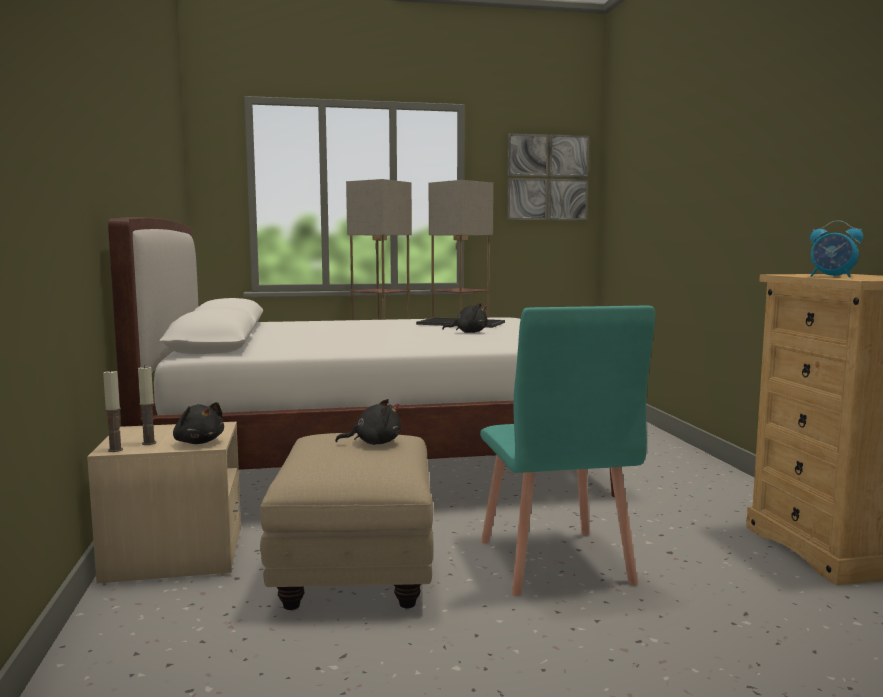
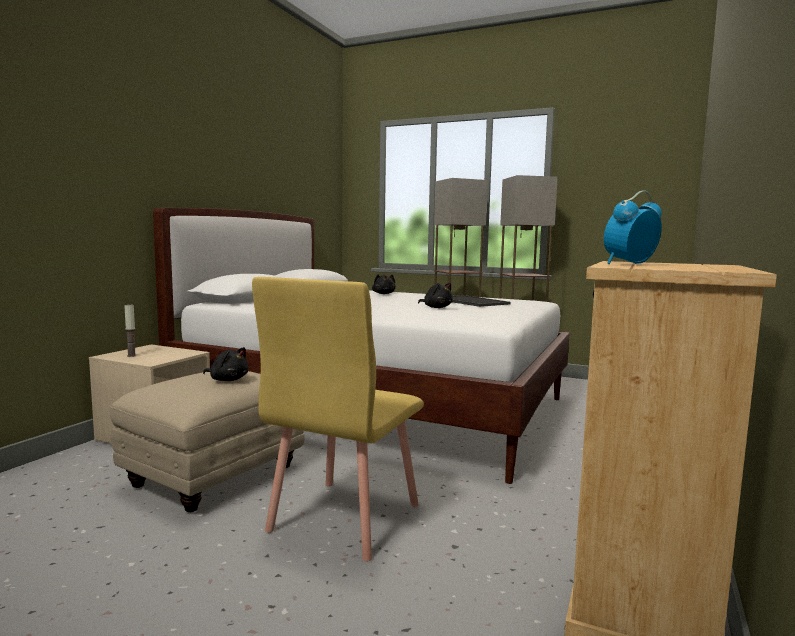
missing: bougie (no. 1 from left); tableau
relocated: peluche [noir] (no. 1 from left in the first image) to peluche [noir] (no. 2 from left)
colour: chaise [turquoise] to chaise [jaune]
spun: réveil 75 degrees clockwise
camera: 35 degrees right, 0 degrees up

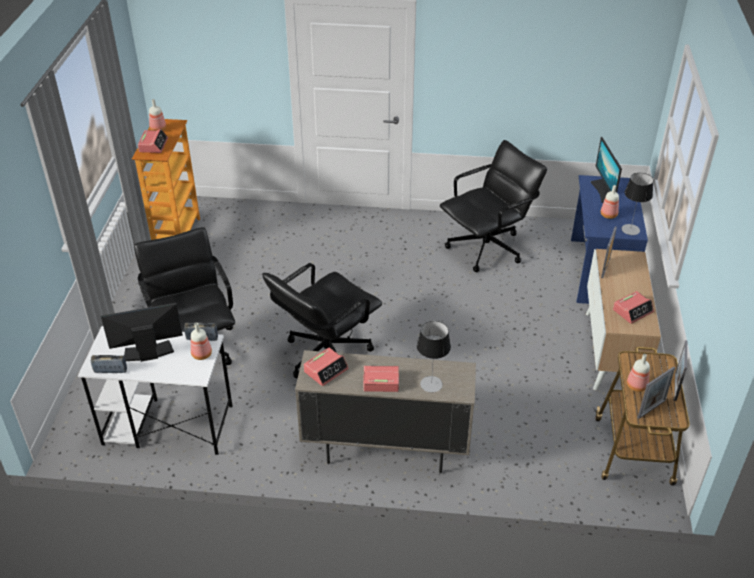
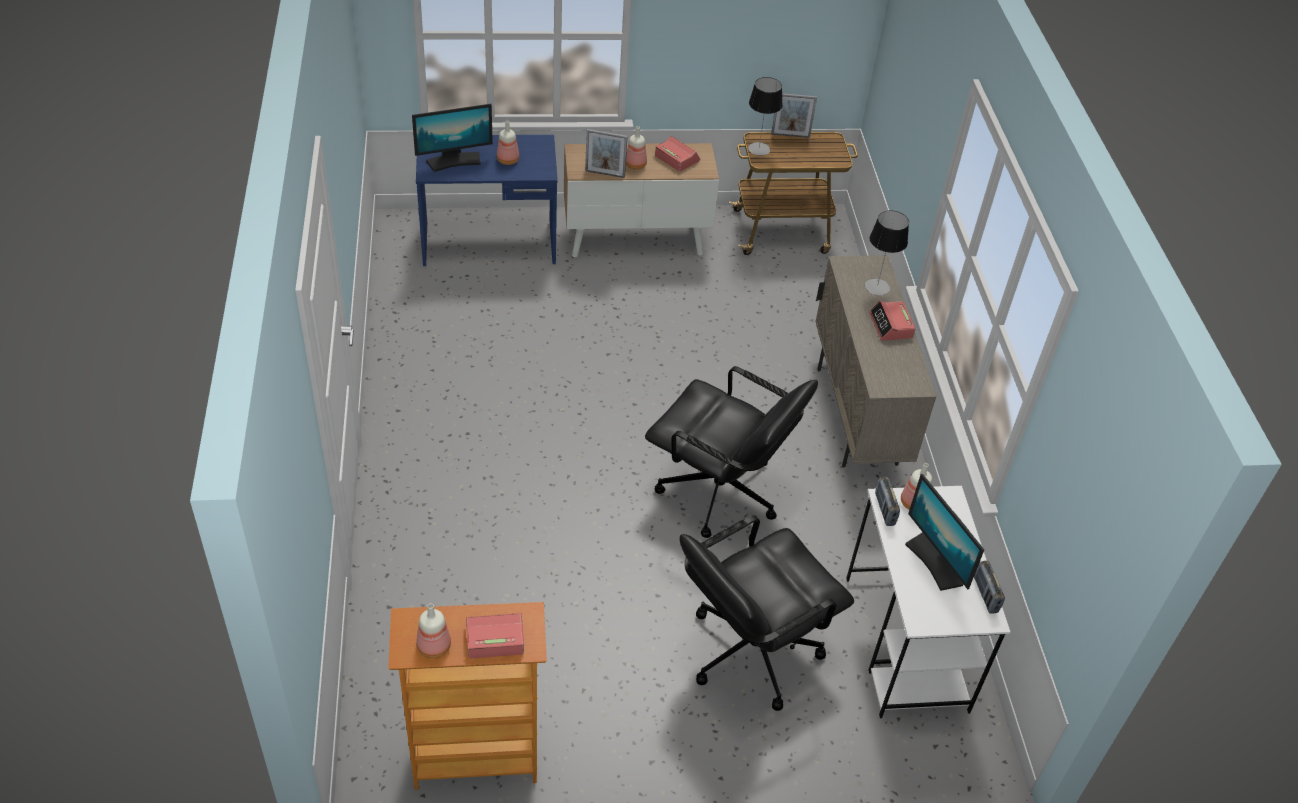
missing: réveil (no. 2 from left); chaise de bureau [noir] (no. 3 from left); cadre photo (no. 2 from left)
relocated: bouteille (no. 4 from left in the first image) to bouteille (no. 3 from left); lampe de table (no. 2 from left in the first image) to lampe de table (no. 1 from left)
camera: 105 degrees left, 5 degrees up

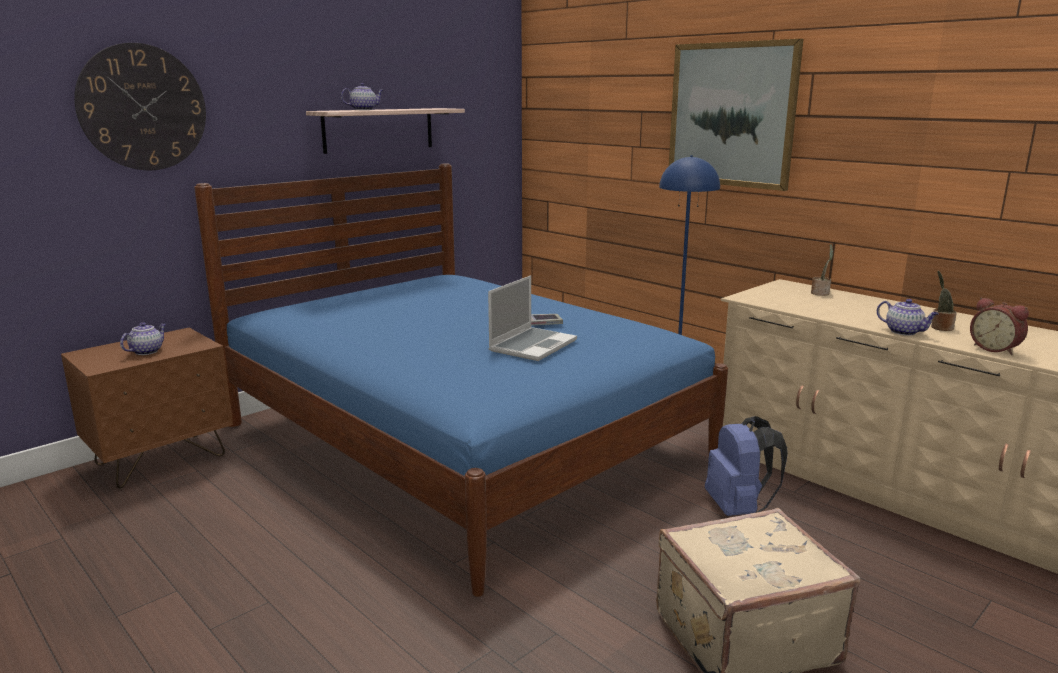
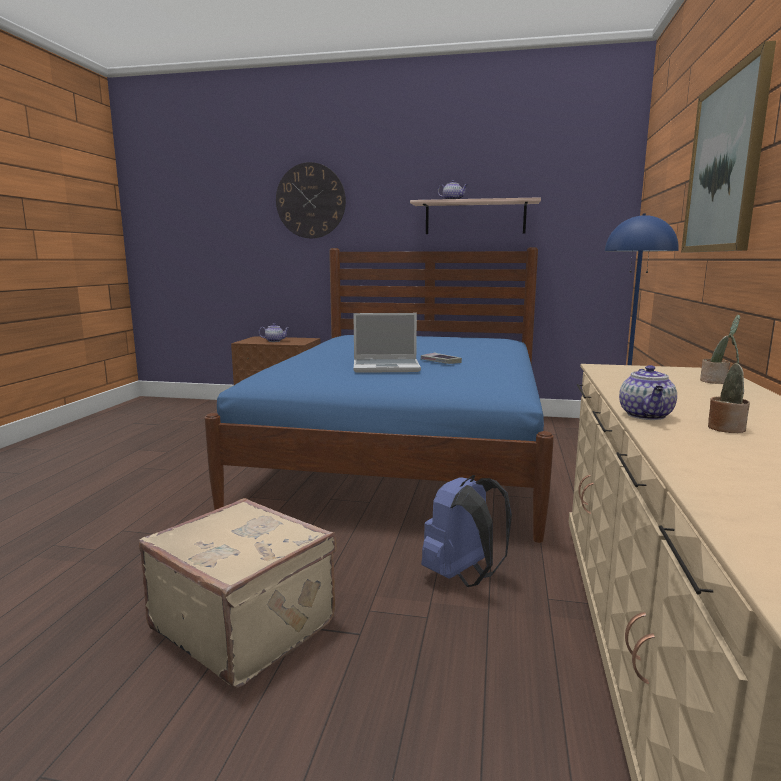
missing: réveil
camera: 55 degrees right, 5 degrees down

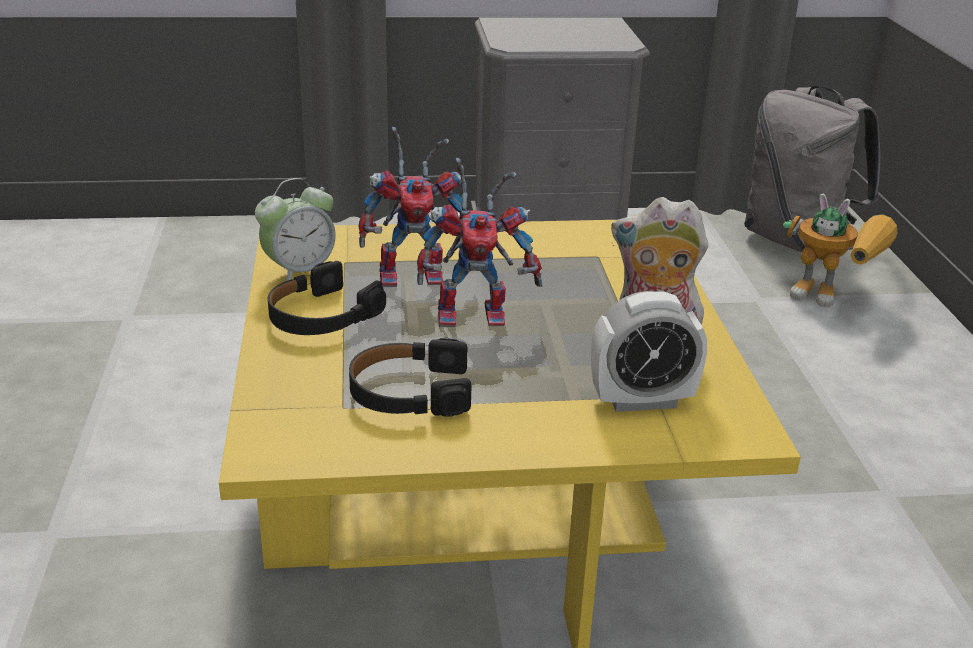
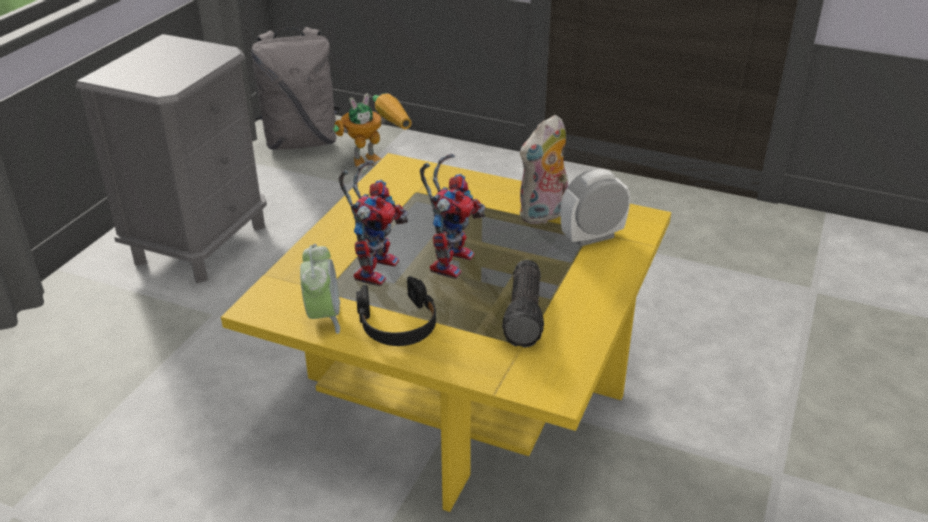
exchanged: casque audio [noir] (no. 2 from left) to lampe de poche
spun: réveil (no. 2 from left) 135 degrees counterclockwise
camera: 60 degrees left, 5 degrees up

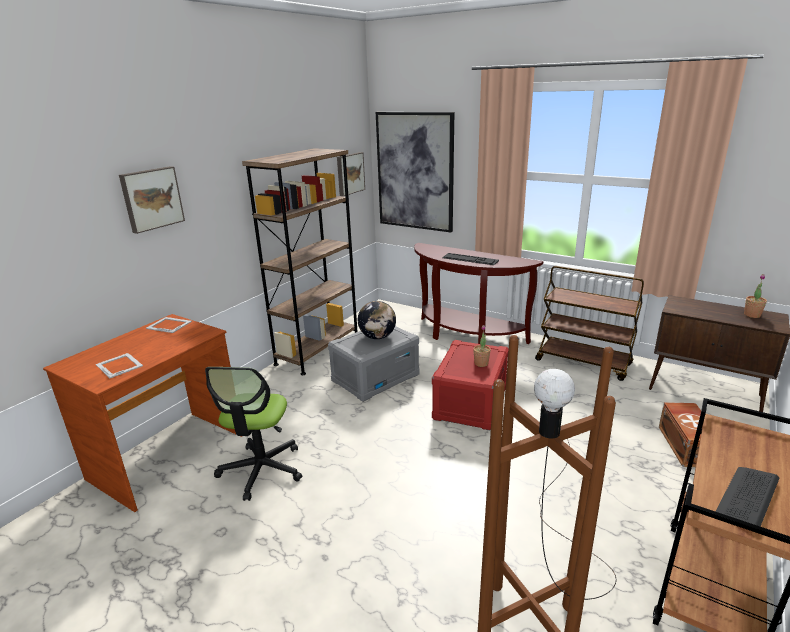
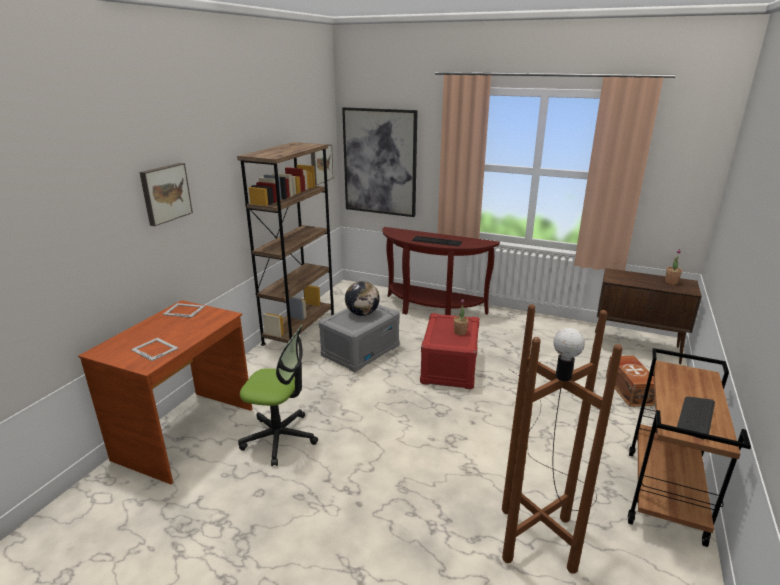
missing: chariot [marron] (no. 1 from left)
spun: chaise de bureau 75 degrees counterclockwise
camera: 10 degrees left, 0 degrees up

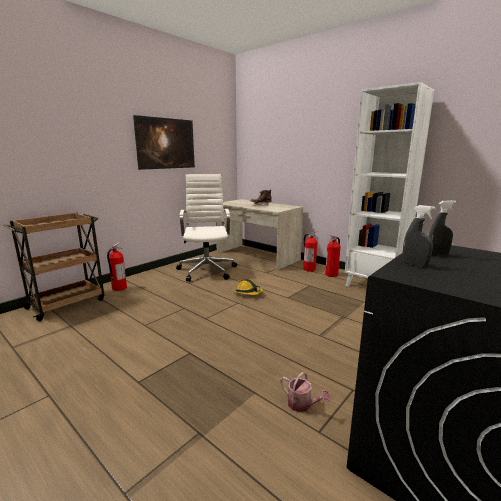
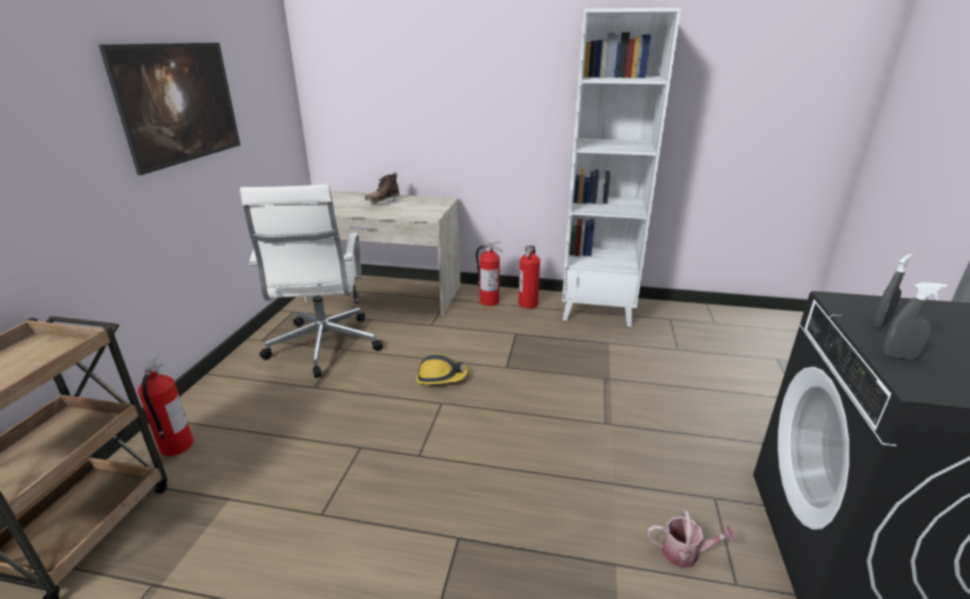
spun: chaise de bureau [blanc] 150 degrees counterclockwise
camera: 30 degrees left, 10 degrees up

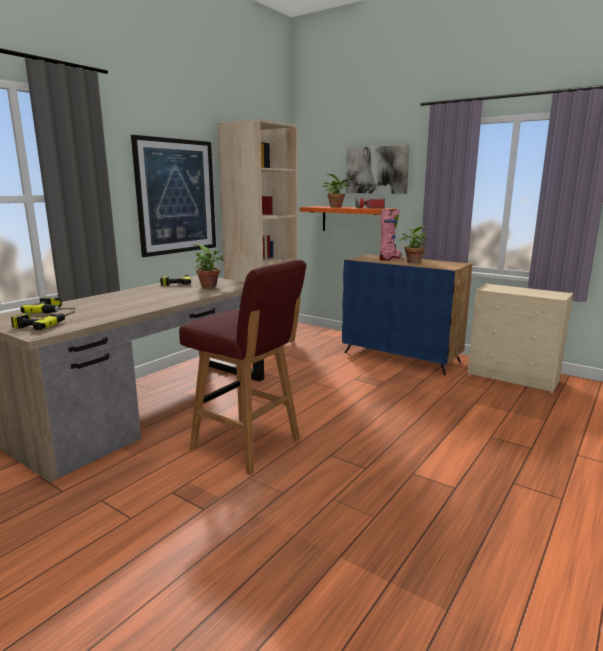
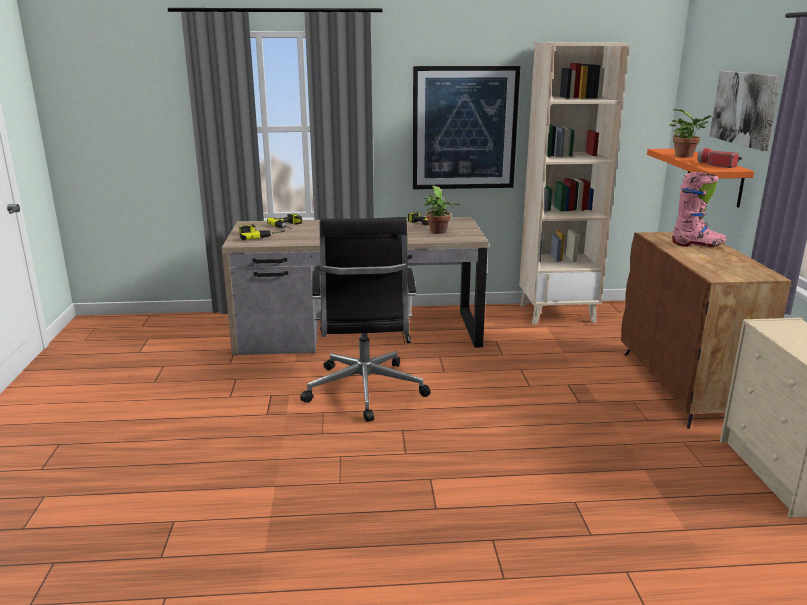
missing: plante en pot (no. 3 from left)
exchanged: tabouret [rouge] to chaise de bureau [noir]
colour: meuble de rangement [bleu] to meuble de rangement [marron]
camera: 50 degrees right, 5 degrees up

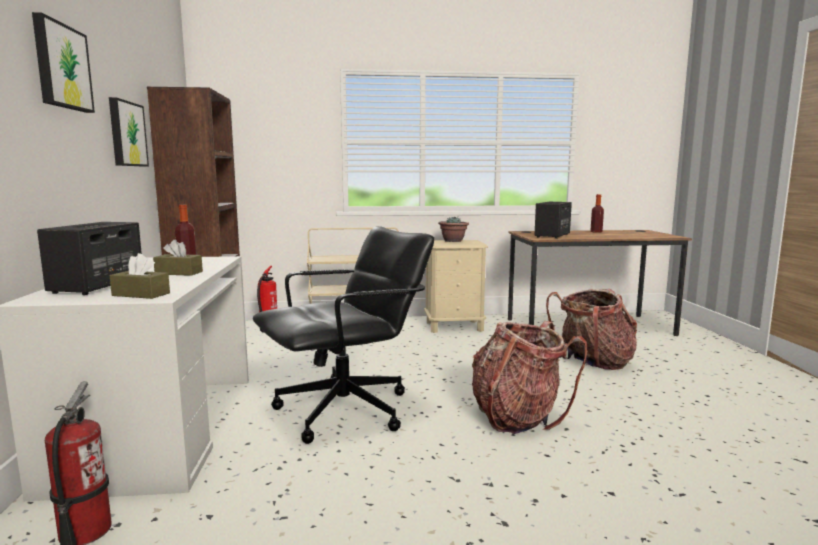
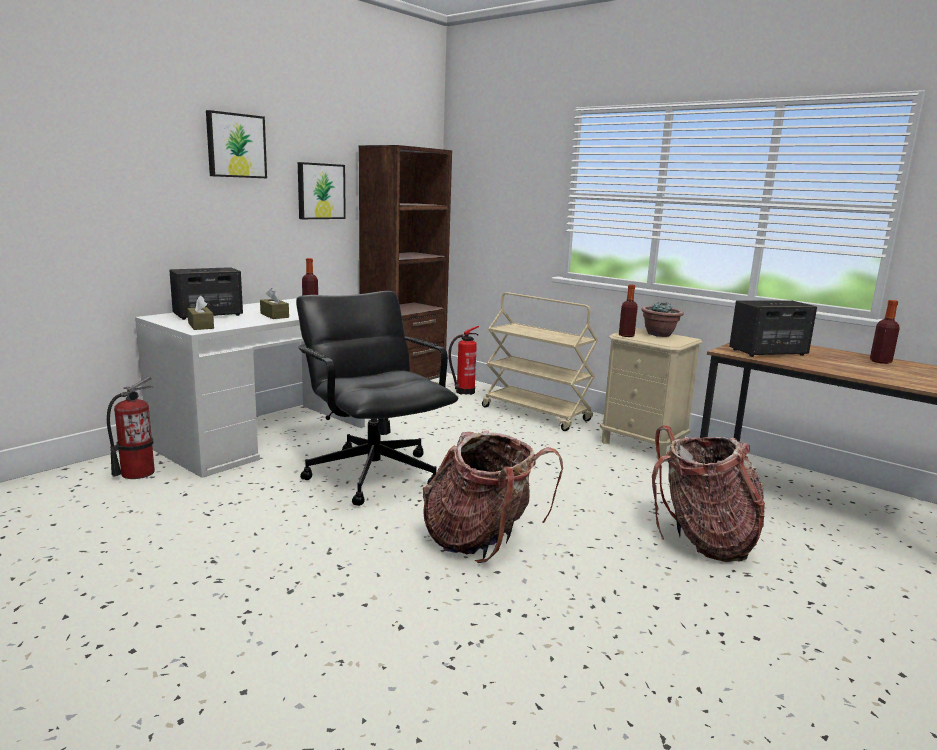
appeared: bouteille (no. 2 from left)
spun: chaise de bureau [noir] 135 degrees counterclockwise
camera: 45 degrees right, 5 degrees up

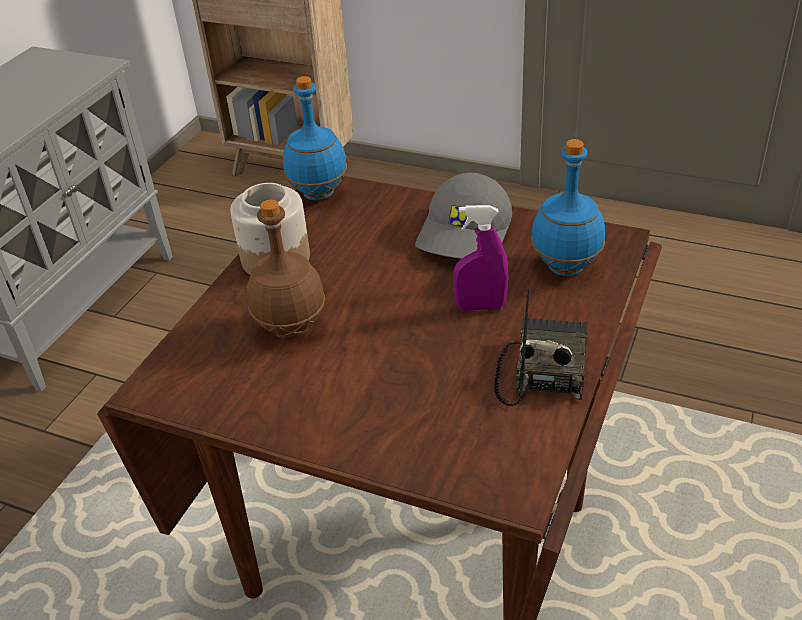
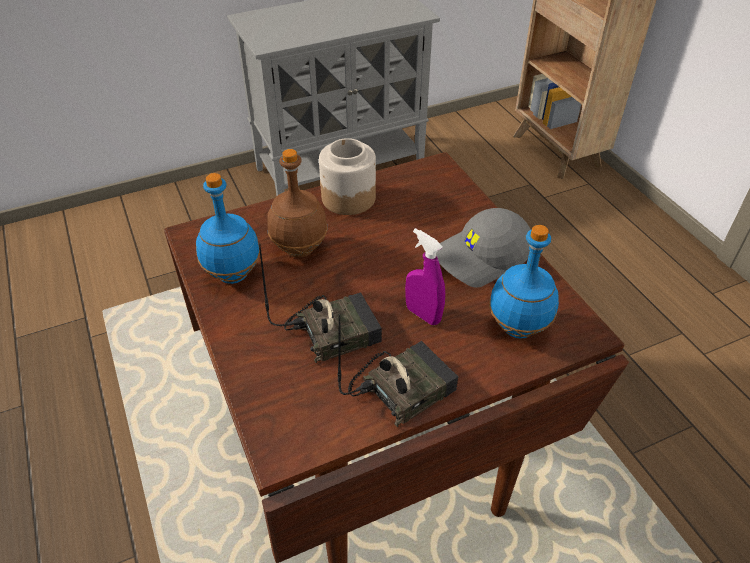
appeared: radio (no. 1 from left)
relocated: bouteille [bleu] (no. 1 from left)
camera: 40 degrees right, 5 degrees up

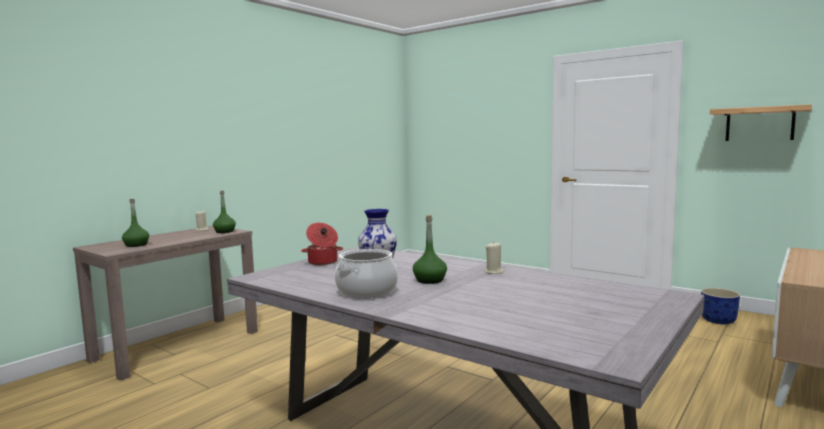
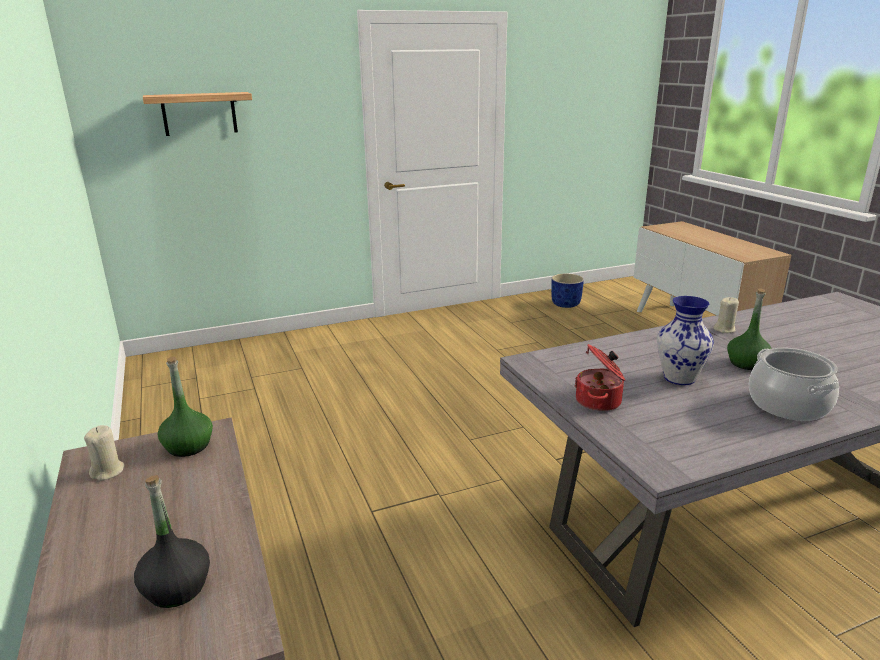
relocated: étagère
colour: bouteille [vert] (no. 1 from left) to bouteille [noir]
camera: 60 degrees left, 15 degrees up

